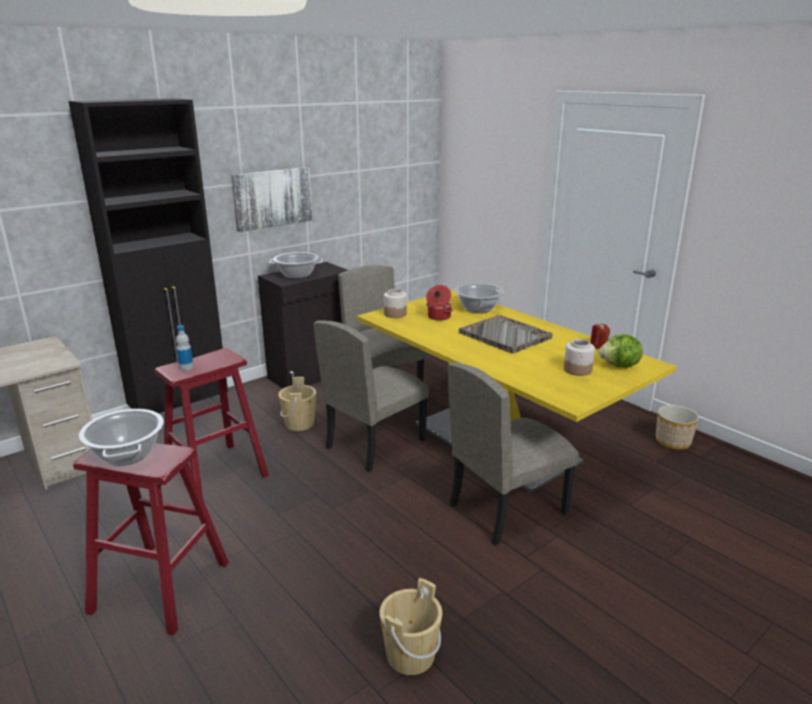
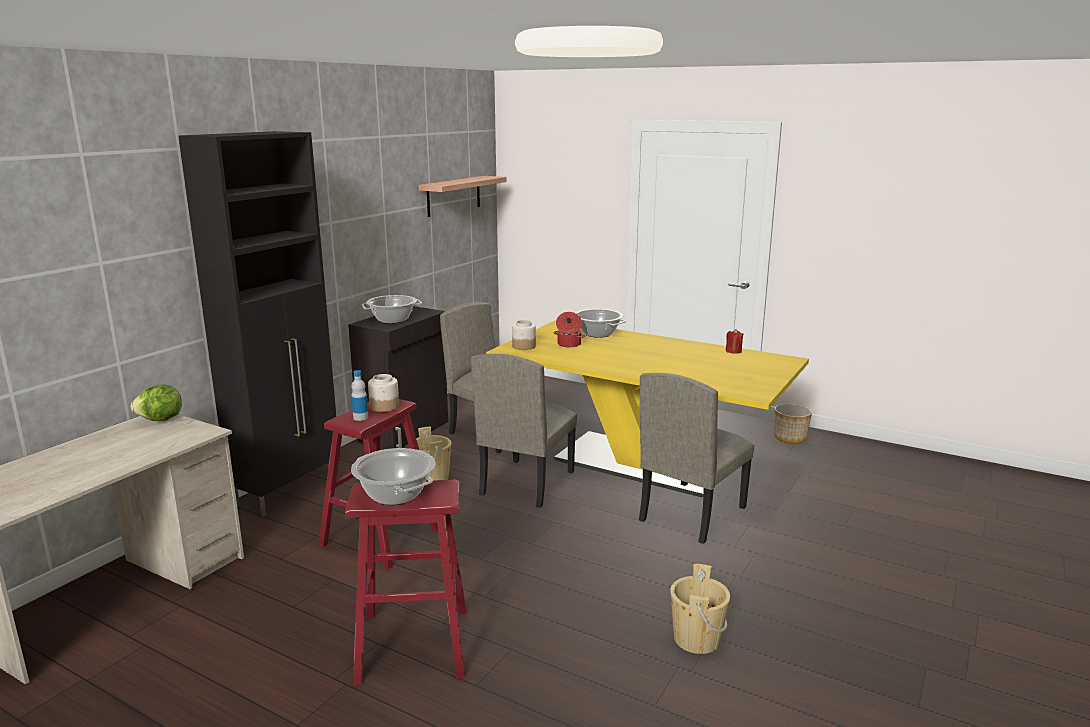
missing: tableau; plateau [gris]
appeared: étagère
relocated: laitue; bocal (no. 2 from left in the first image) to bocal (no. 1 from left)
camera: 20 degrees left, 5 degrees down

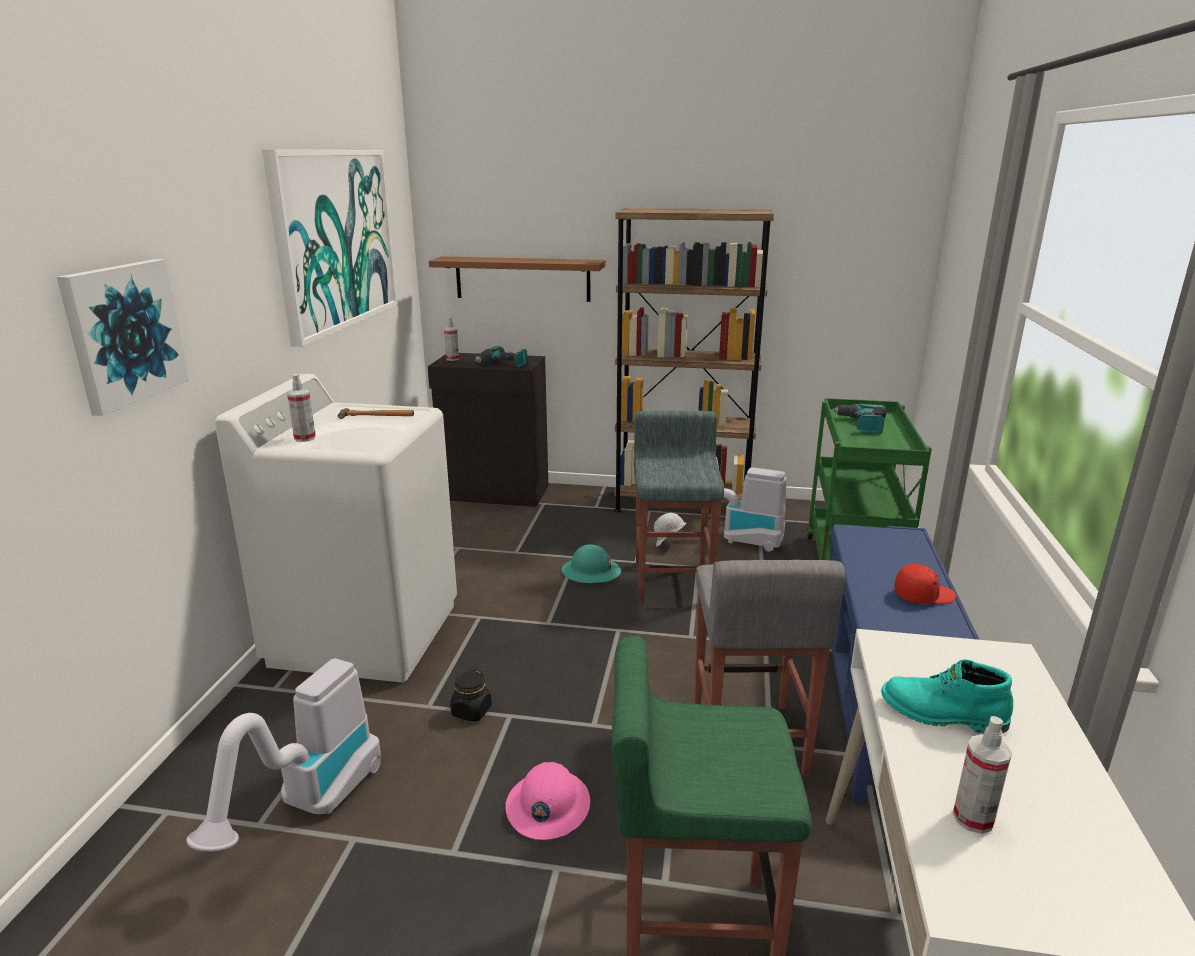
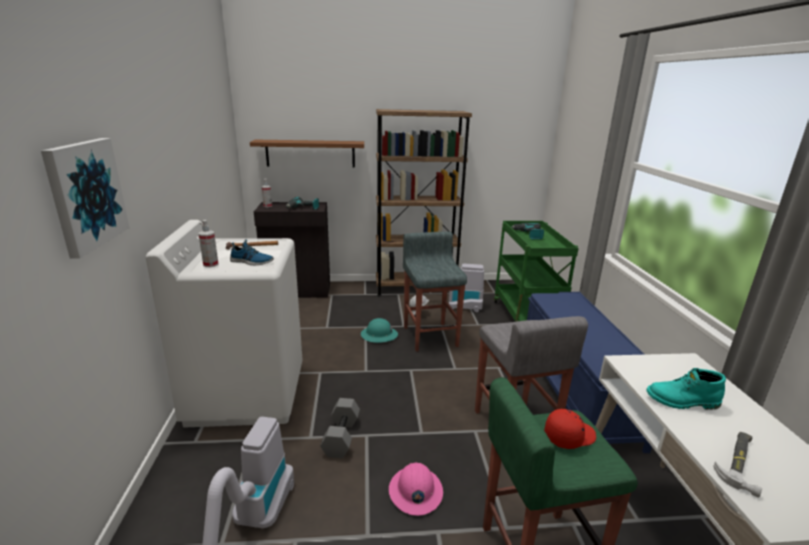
missing: tableau (no. 2 from left)
appeared: chaussure
relocated: casquette [rouge]
exchanged: bocal [noir] to haltère [gris]; vaporisateur (no. 3 from left) to marteau (no. 2 from left)
camera: 15 degrees left, 0 degrees up

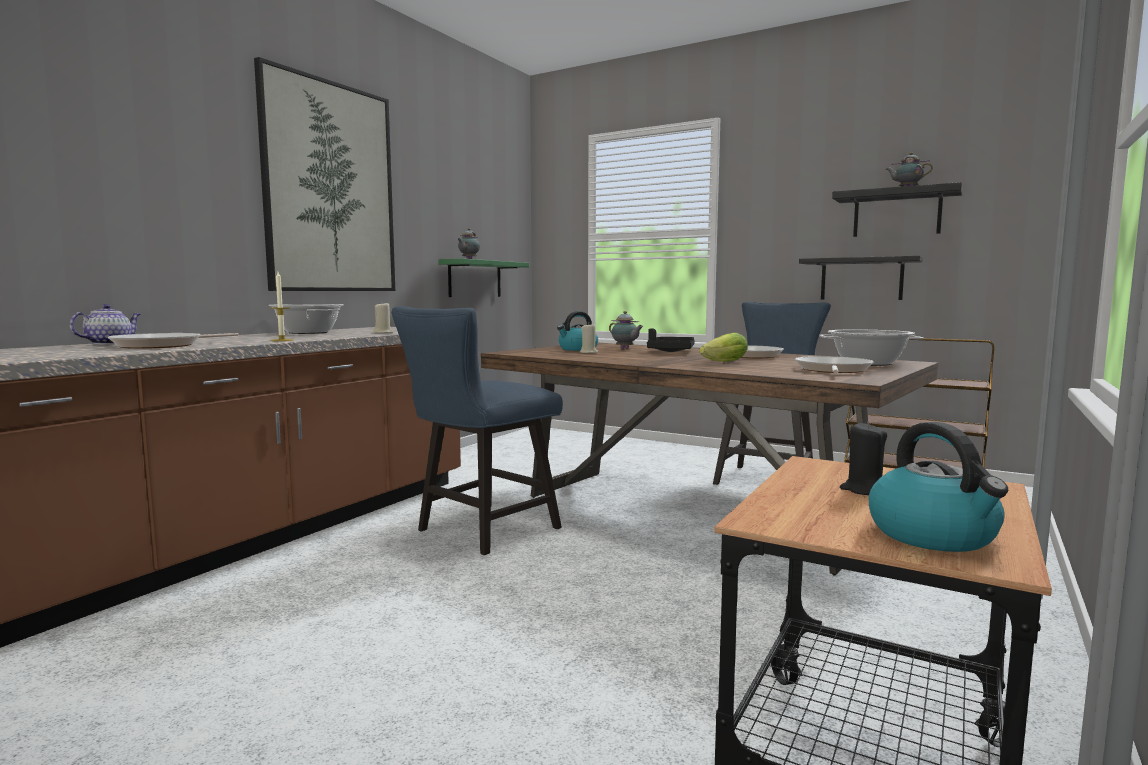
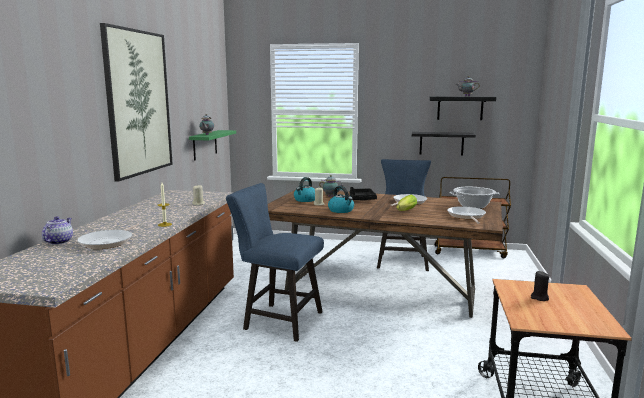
missing: marmite (no. 1 from left)
relocated: bouilloire (no. 2 from left)
spun: chaise [bleu] (no. 1 from left) 90 degrees clockwise
camera: 20 degrees left, 5 degrees up

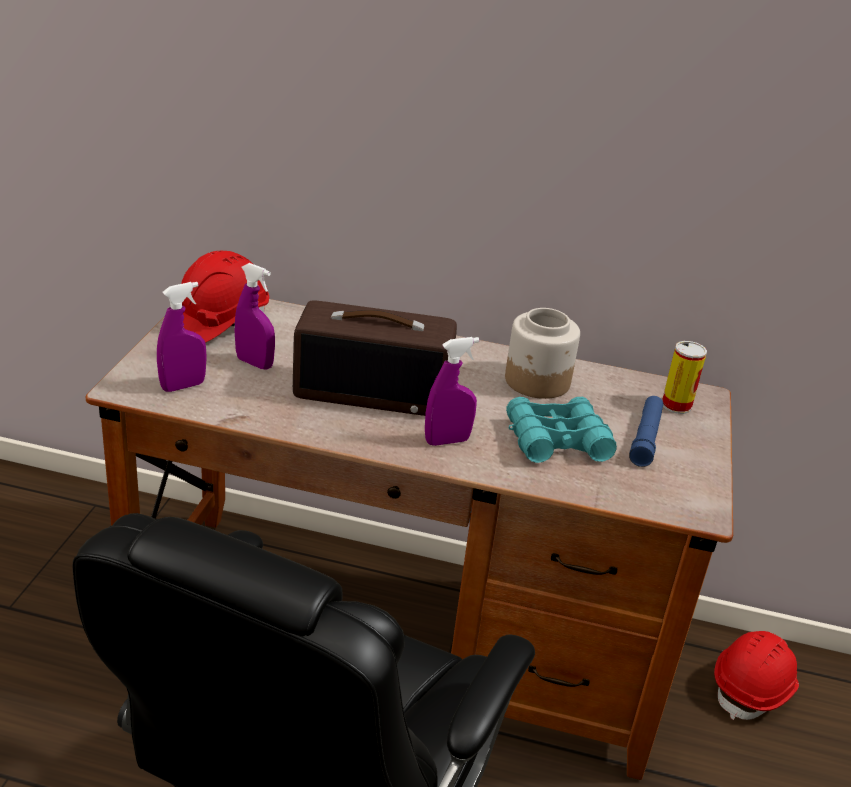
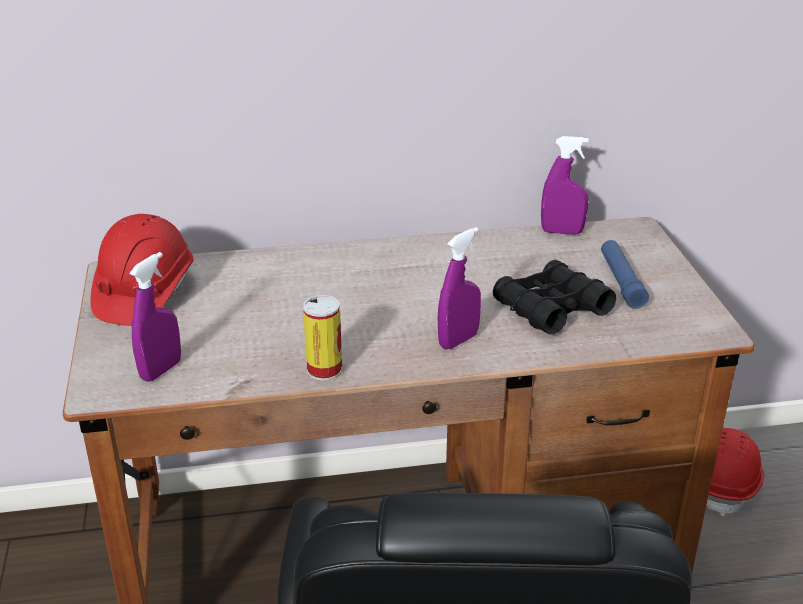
missing: radio; bocal
relocated: boîte métallique; vaporisateur [violet] (no. 2 from left in the first image) to vaporisateur [violet] (no. 3 from left)
colour: jumelles [turquoise] to jumelles [noir]
camera: 20 degrees left, 0 degrees up

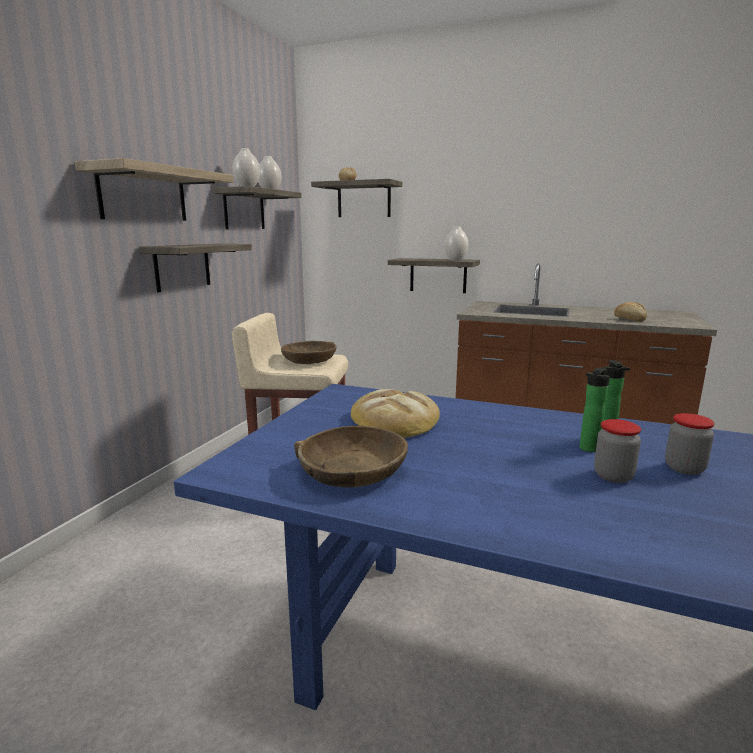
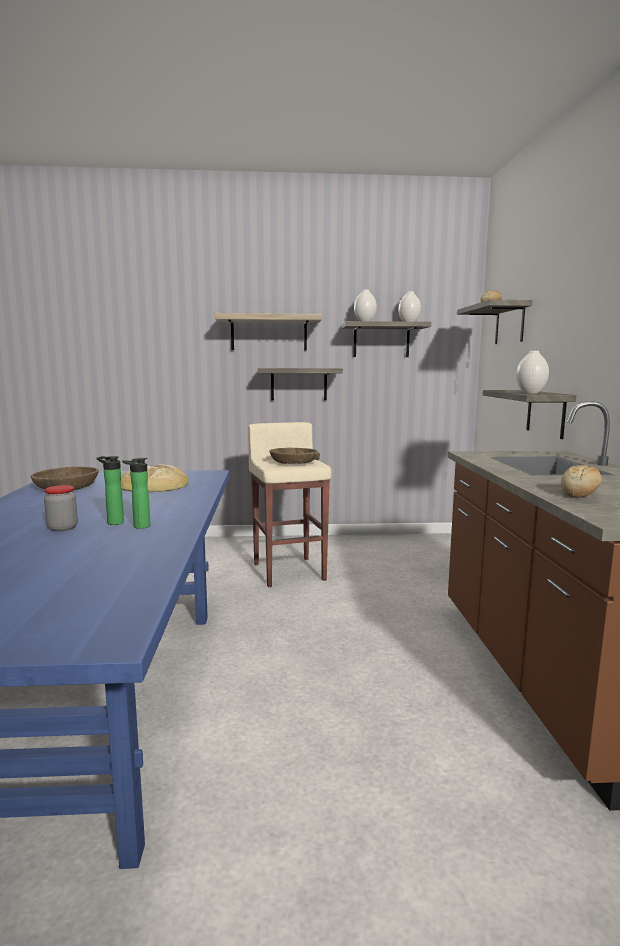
missing: bocal (no. 2 from left)
camera: 65 degrees right, 5 degrees down

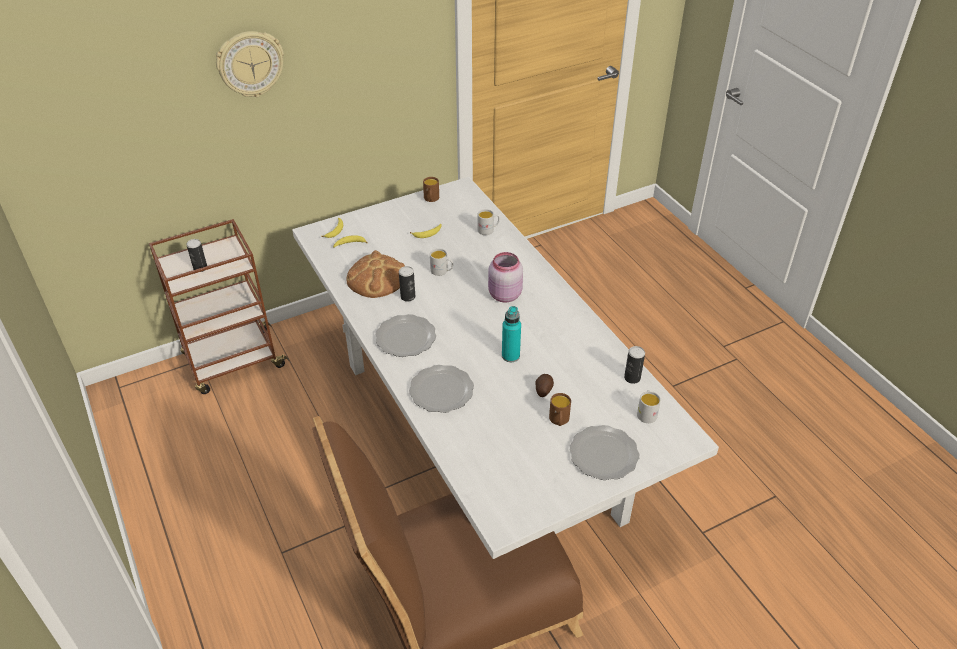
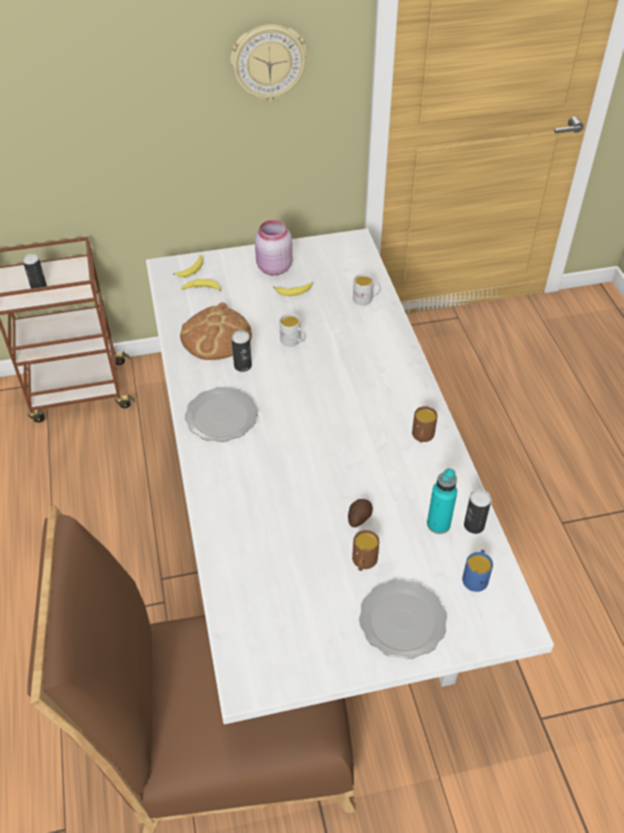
missing: assiette (no. 2 from left)
relocated: horloge murale; bocal [rose]; mug [marron] (no. 1 from left in the first image) to mug [marron] (no. 2 from left); bouteille [turquoise]
colour: mug [blanc] (no. 3 from left) to mug [bleu]
camera: 15 degrees right, 5 degrees up

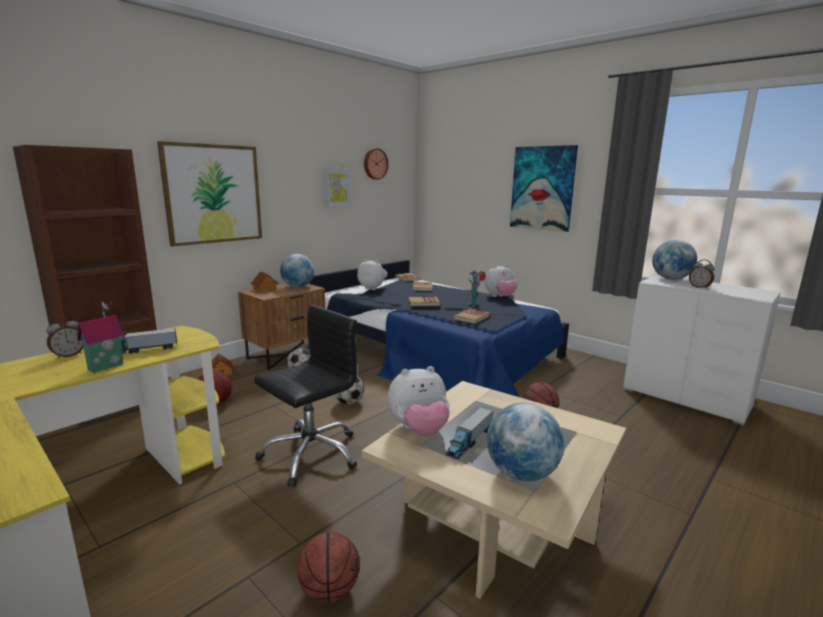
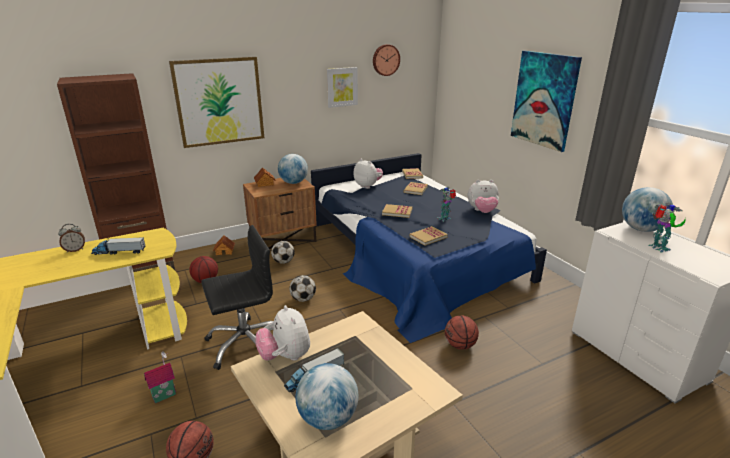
relocated: maison miniature (no. 1 from left)
exchanged: réveil (no. 2 from left) to robot jouet (no. 2 from left)
spun: peluche (no. 2 from left in the first image) 60 degrees clockwise
camera: 20 degrees right, 10 degrees up

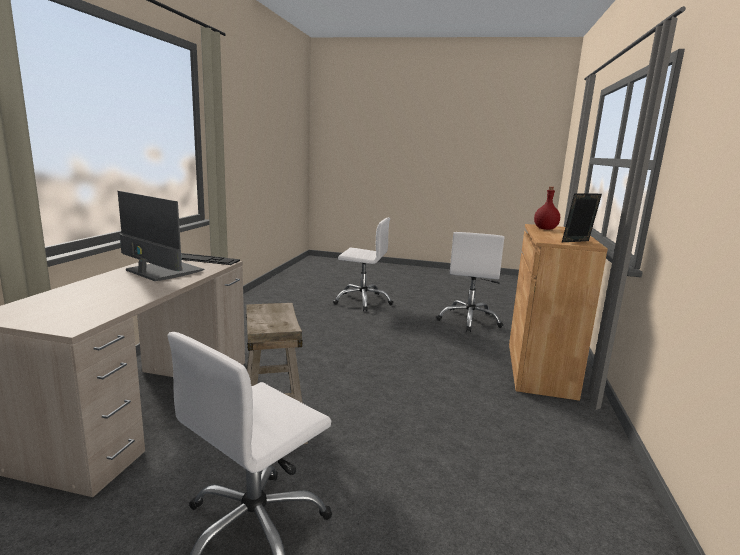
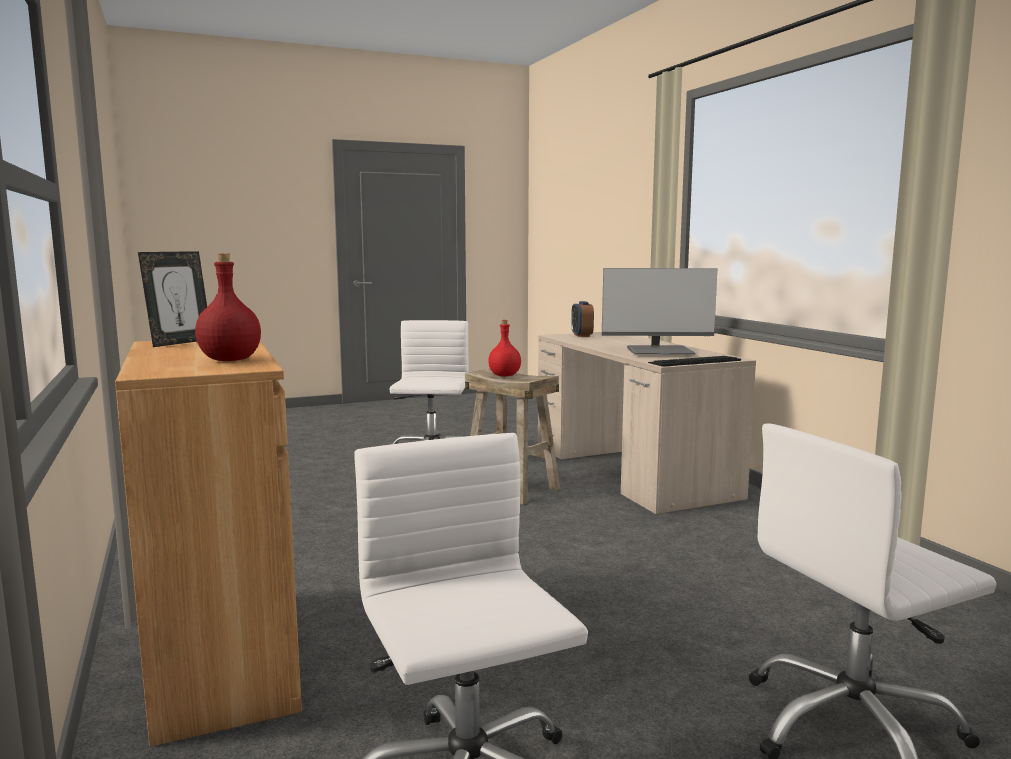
appeared: bouteille [rouge] (no. 2 from left); réveil
camera: 145 degrees right, 5 degrees down

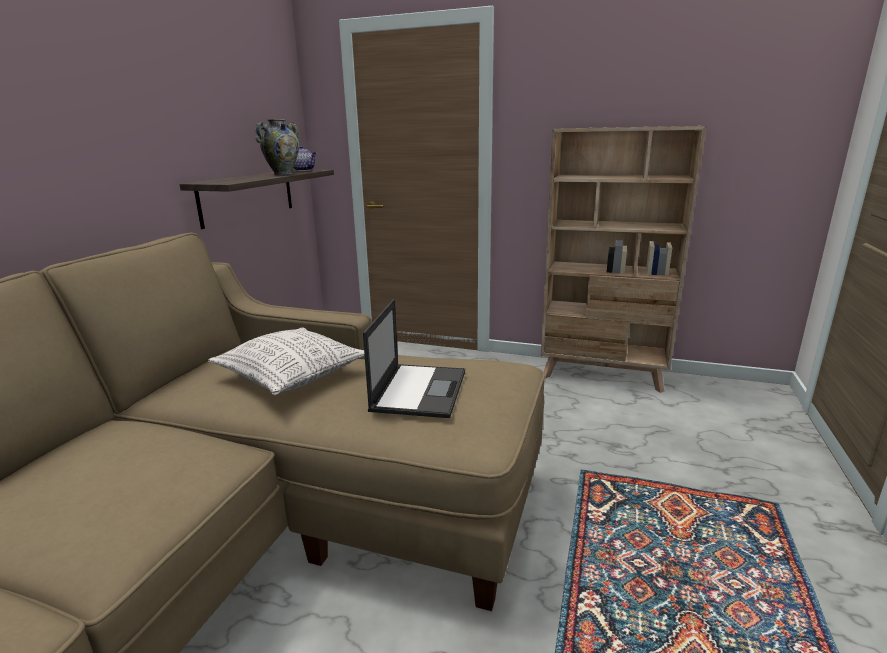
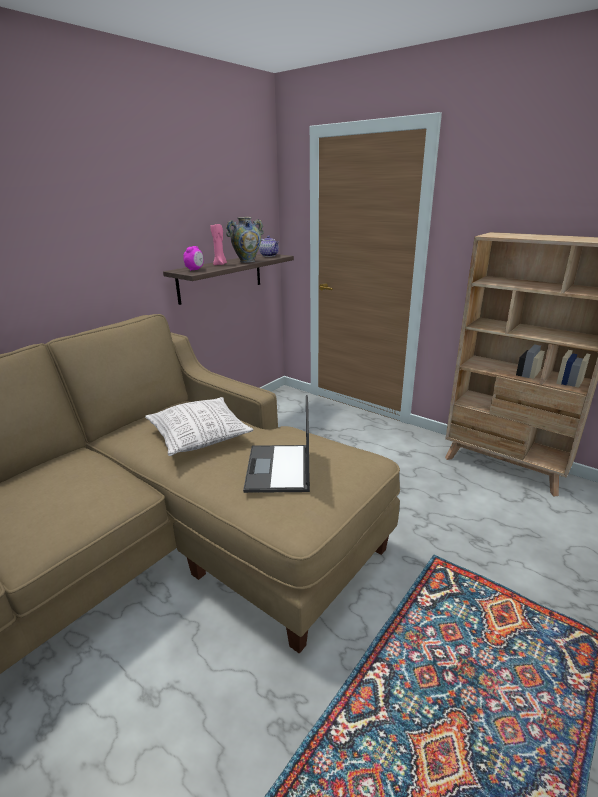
appeared: réveil; bougie [rose]
spun: ordinateur portable 150 degrees clockwise
camera: 20 degrees right, 5 degrees up

